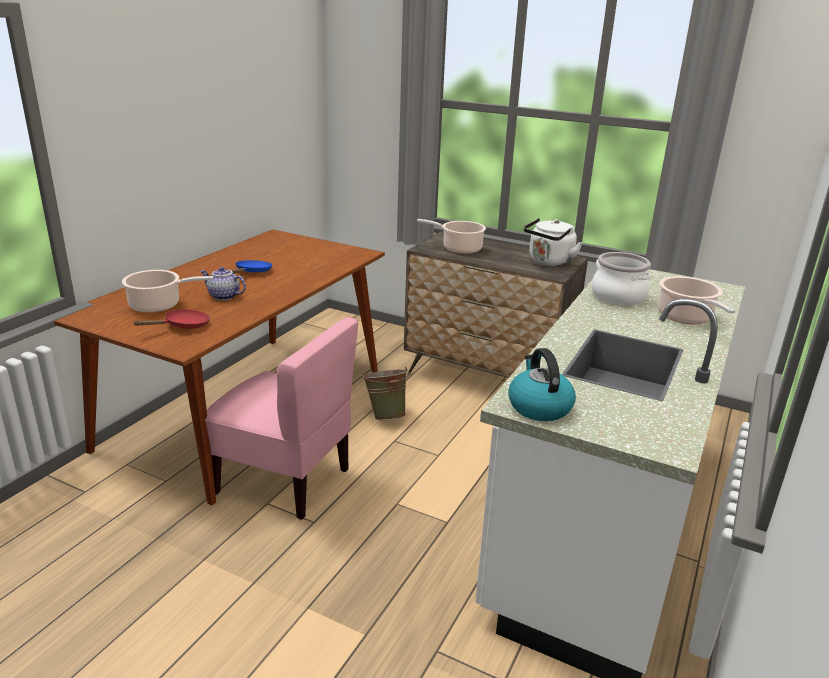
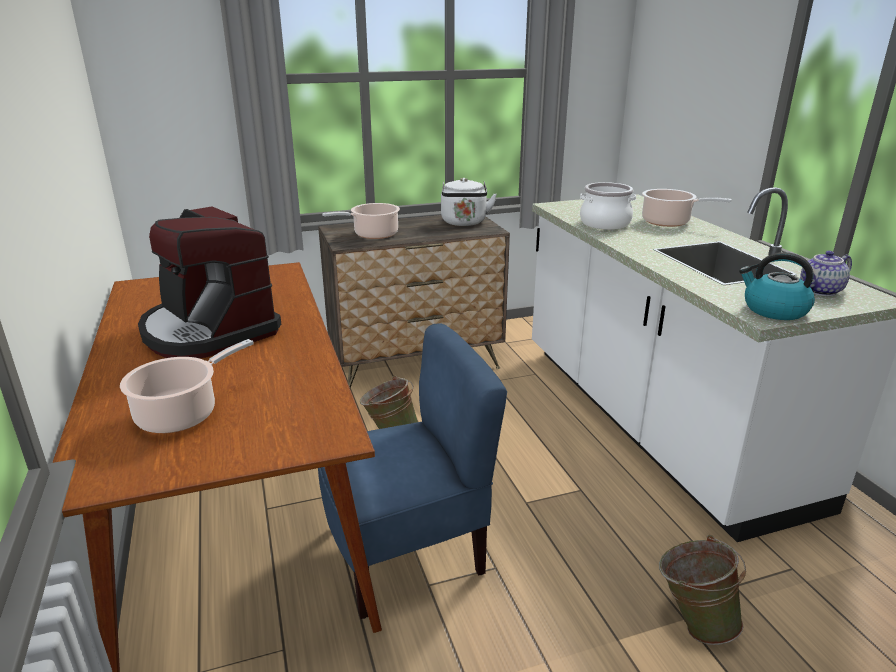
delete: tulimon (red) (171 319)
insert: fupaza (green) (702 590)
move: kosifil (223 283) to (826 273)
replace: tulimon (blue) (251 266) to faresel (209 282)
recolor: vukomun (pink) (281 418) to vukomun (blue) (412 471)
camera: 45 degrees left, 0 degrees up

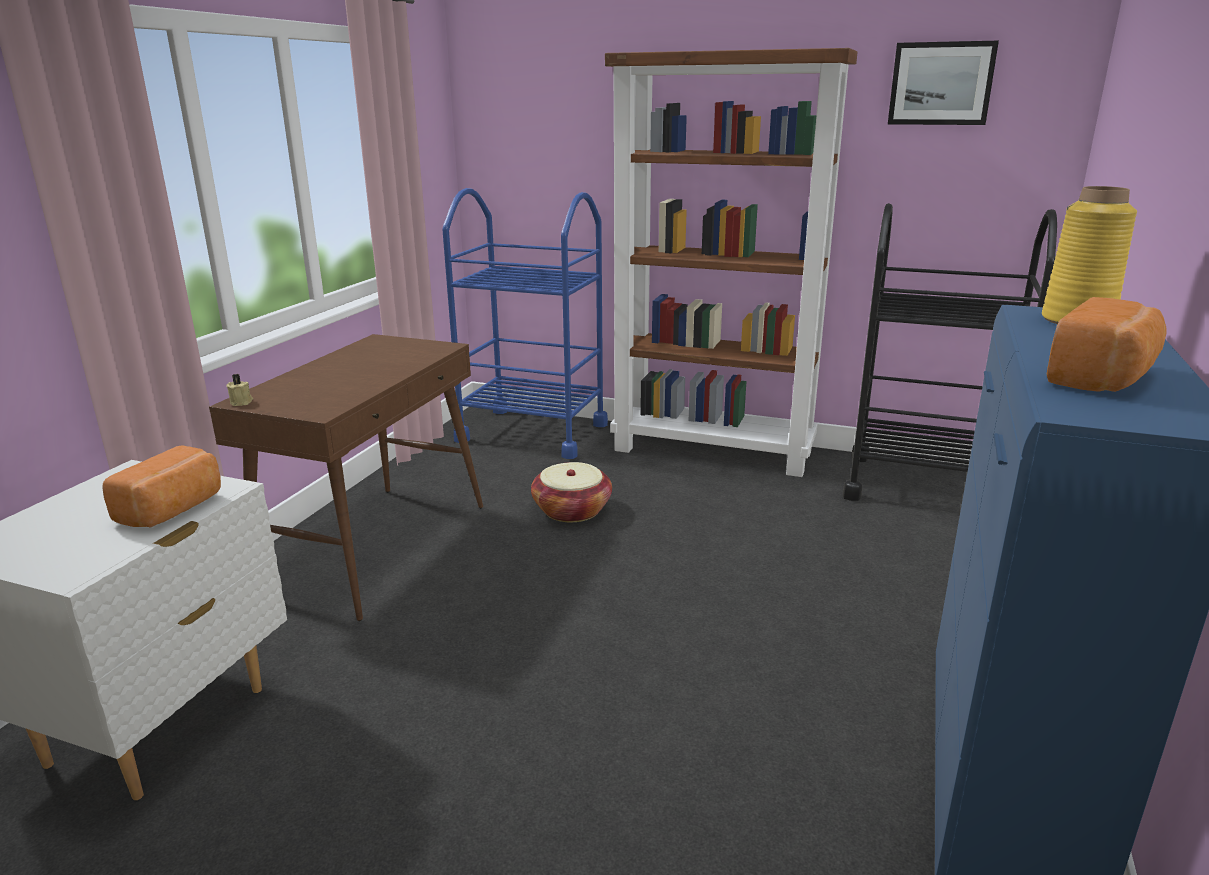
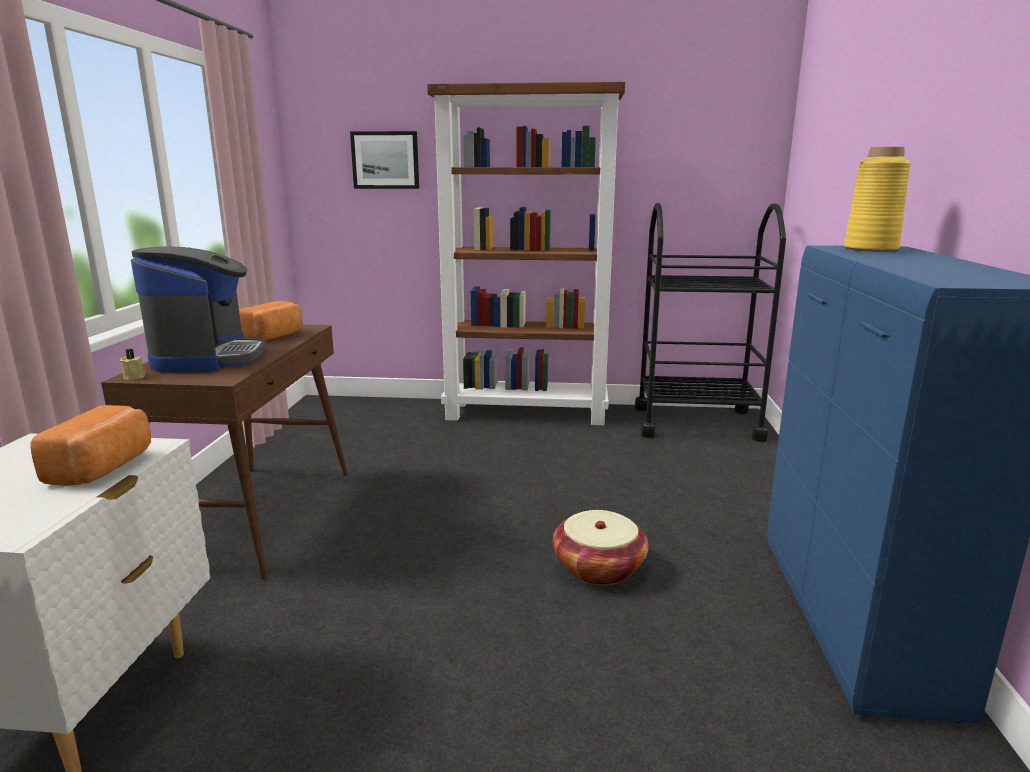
delete: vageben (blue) (525 323)
insert: faresel (198 310)
move: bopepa (943 83) to (384 160); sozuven (1106 344) to (271 320); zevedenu (571 492) to (601 547)
camera: 15 degrees left, 5 degrees down

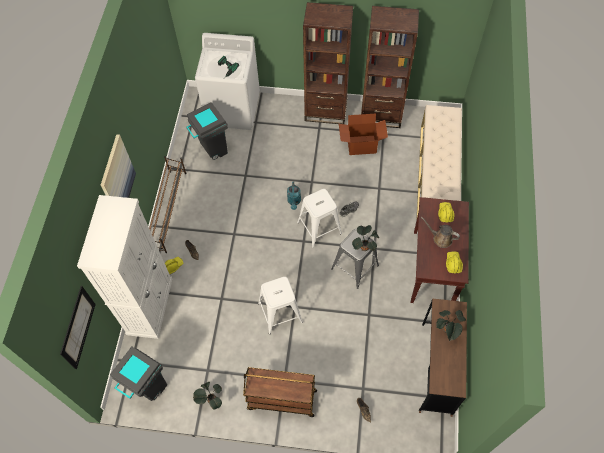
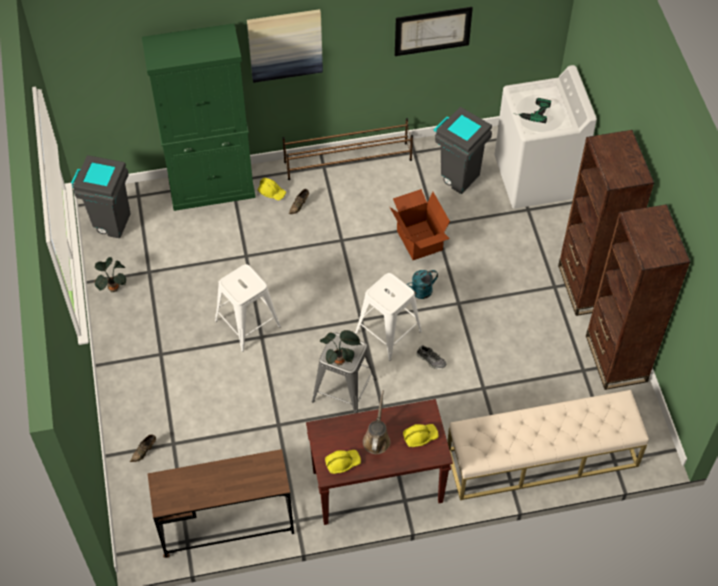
delete: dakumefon (451 325); vageben (brown) (280 392)
move: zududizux (363 134) to (420 224); bopepa (78 327) to (434 31)
recolor: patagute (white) (124 267) to patagute (green) (199 117)
camera: 70 degrees right, 5 degrees down

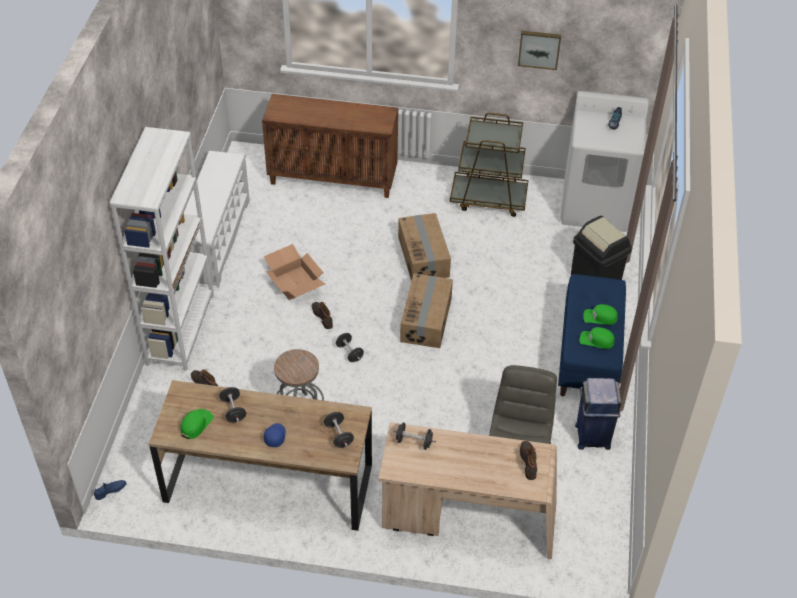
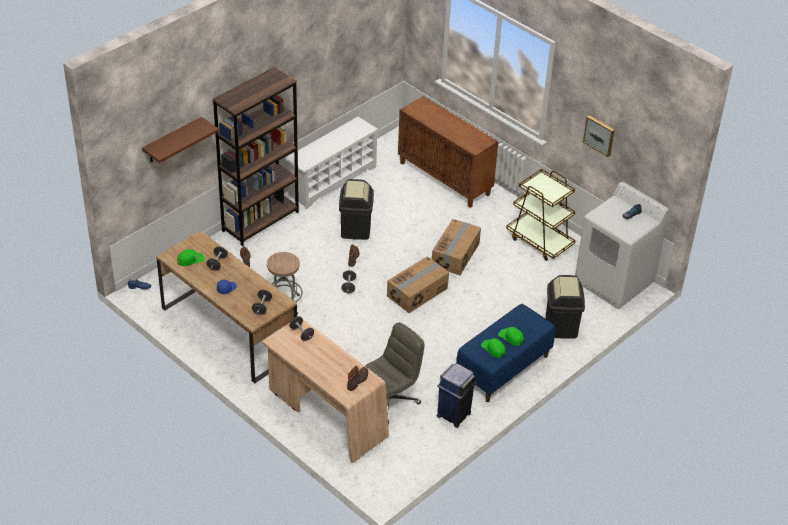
insert: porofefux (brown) (180 140)
replace: zududizux (294 272) to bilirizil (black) (356 209)
recolor: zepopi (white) (161 249) to zepopi (brown) (256 156)
camera: 35 degrees right, 5 degrees down

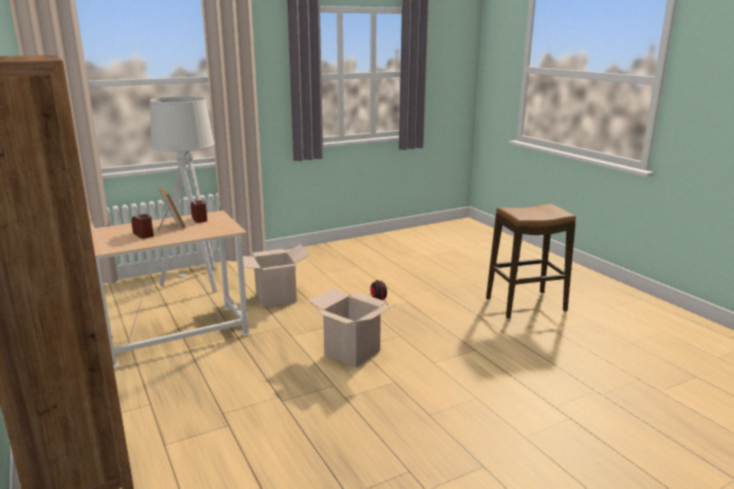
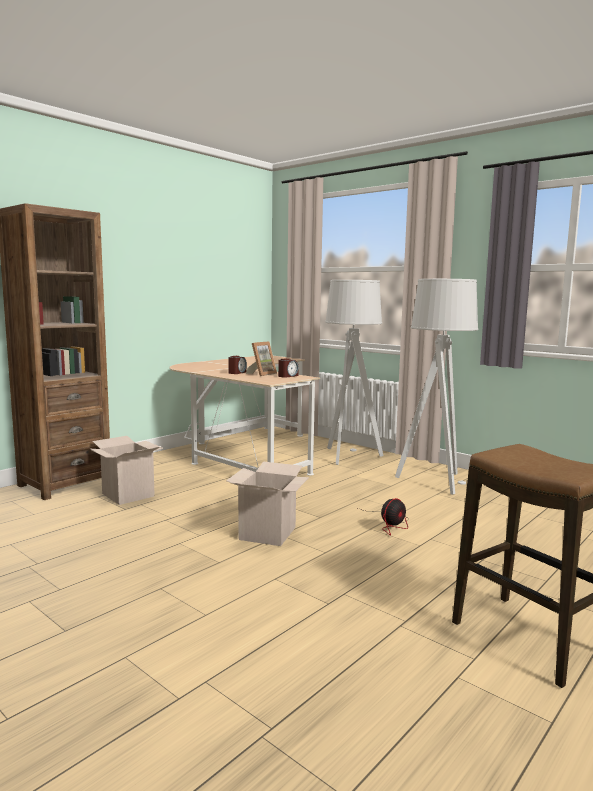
insert: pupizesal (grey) (436 387)
move: zududizux (276 275) to (126 470)
camera: 70 degrees right, 10 degrees down

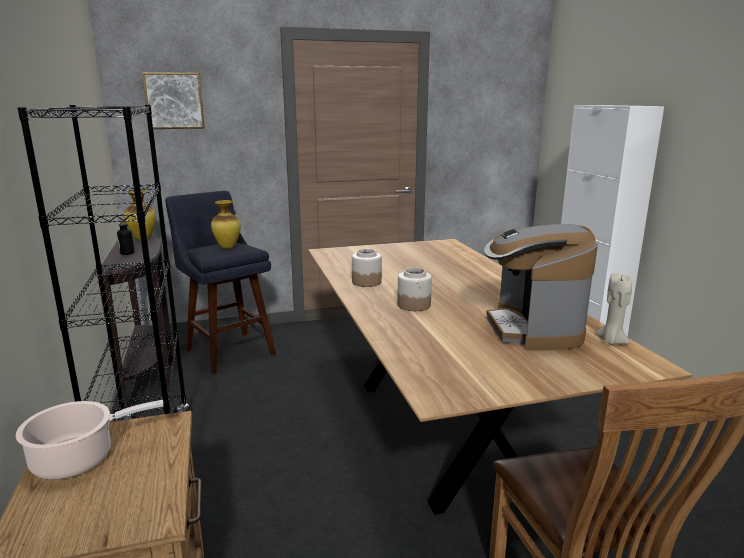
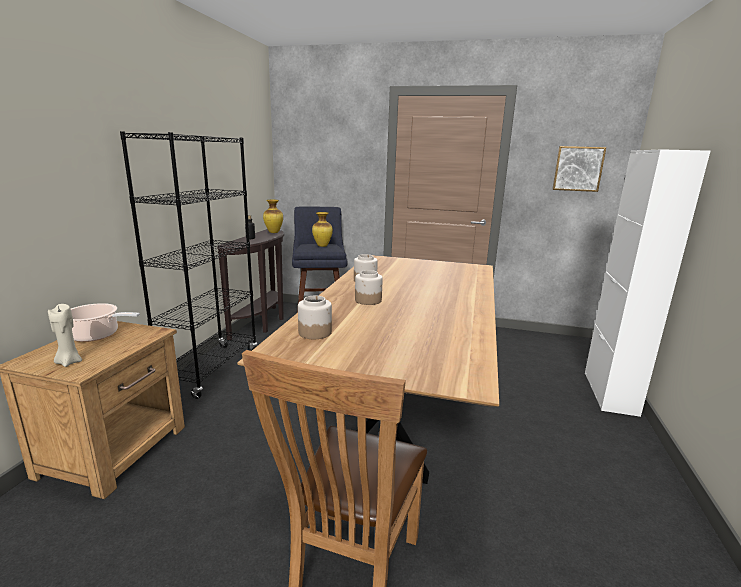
delete: faresel (541 287)
insert: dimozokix (315 317)
move: bopepa (173 100) to (579 169); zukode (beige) (614 309) to (65 335)
camera: 30 degrees right, 0 degrees up

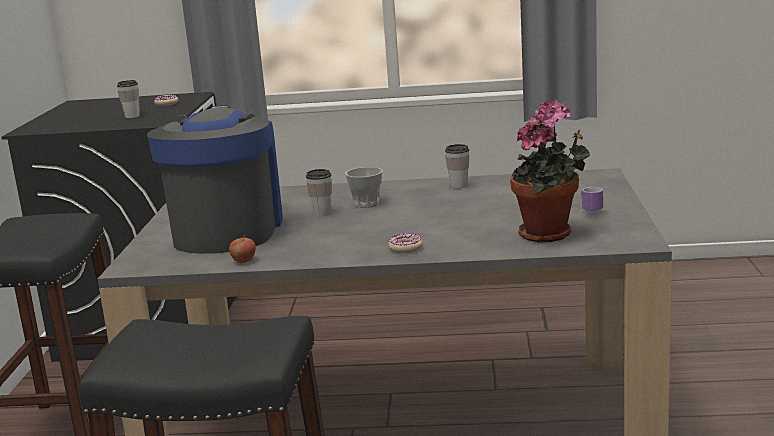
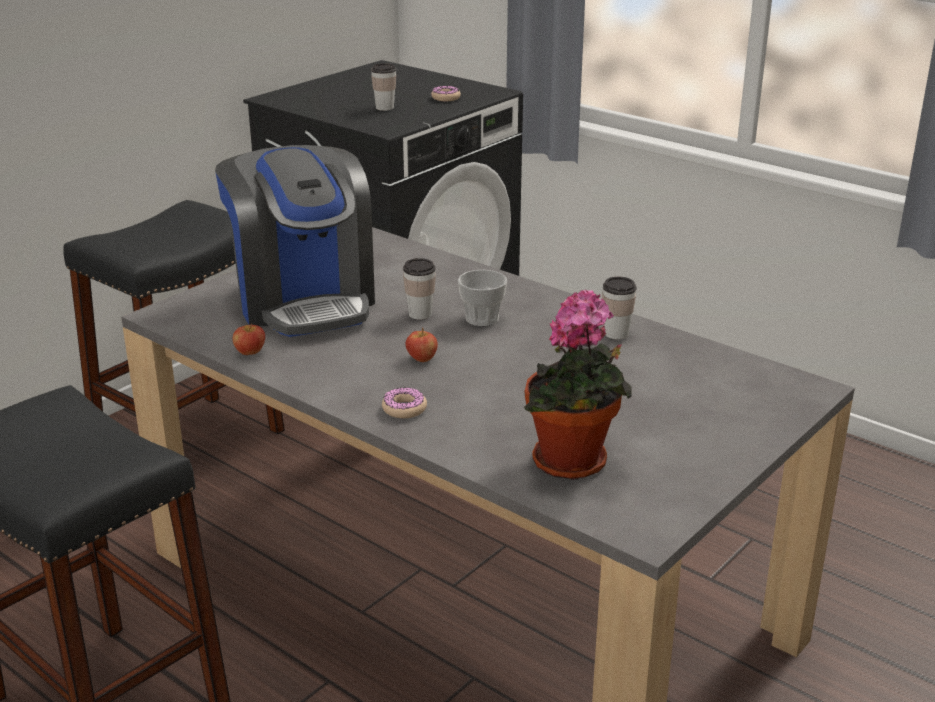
delete: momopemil (587 200)
insert: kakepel (422 345)
rotate: faresel (215 179) = (295 241) 120 degrees clockwise
camera: 35 degrees right, 10 degrees up

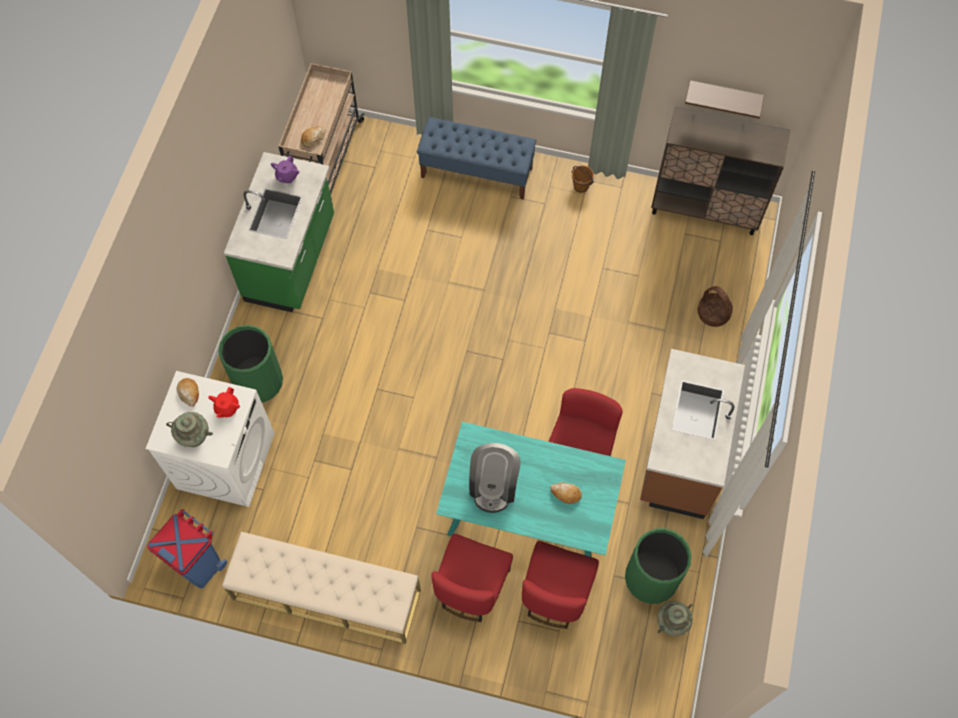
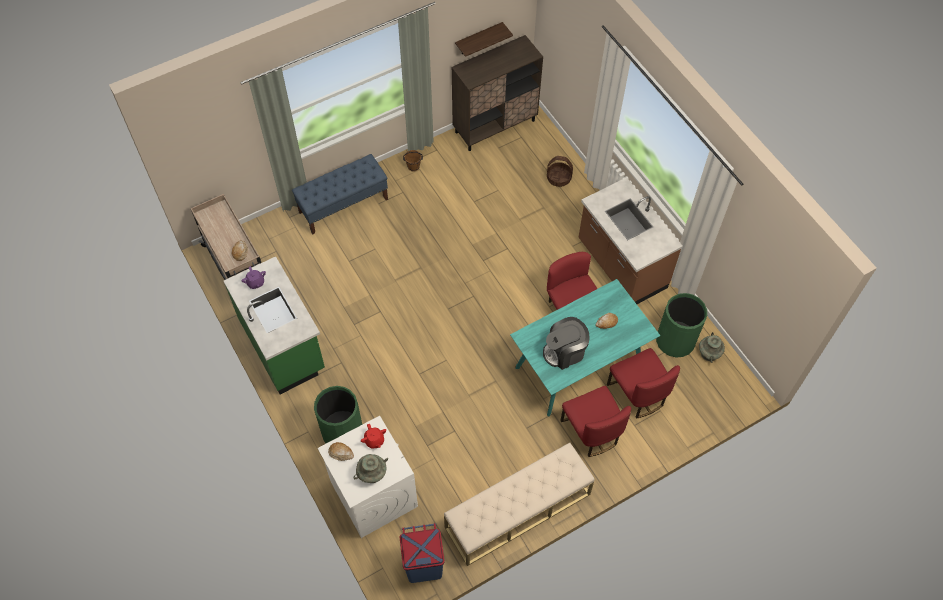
rotate: faresel (495 478) = (566 343) 105 degrees clockwise
camera: 45 degrees left, 5 degrees down

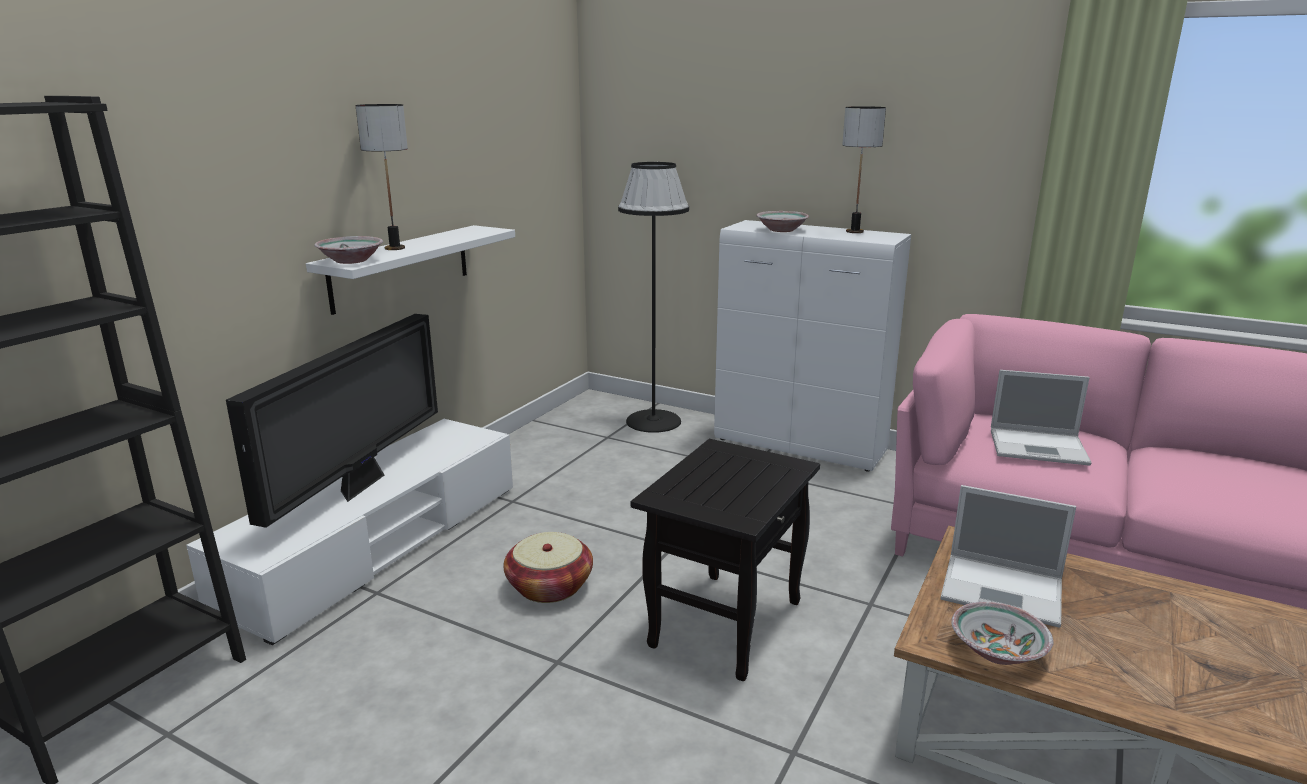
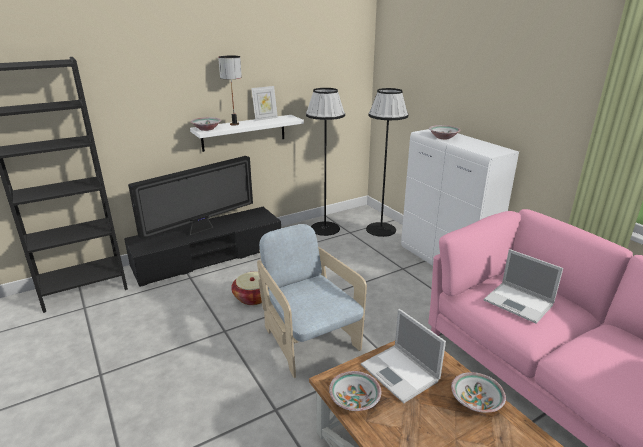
delete: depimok (864 169)
insert: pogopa (264 103); pupizesal (black) (325 162); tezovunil (478 392)
replace: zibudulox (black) (725 560) to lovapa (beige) (312 301)
recolor: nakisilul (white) (349 532) to nakisilul (black) (202 247)
camera: 30 degrees right, 5 degrees up

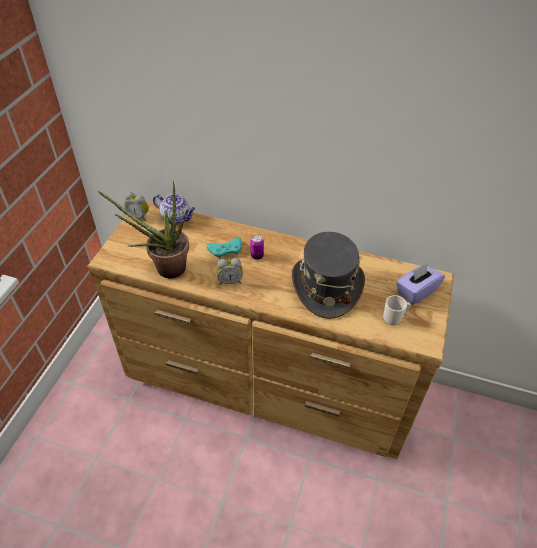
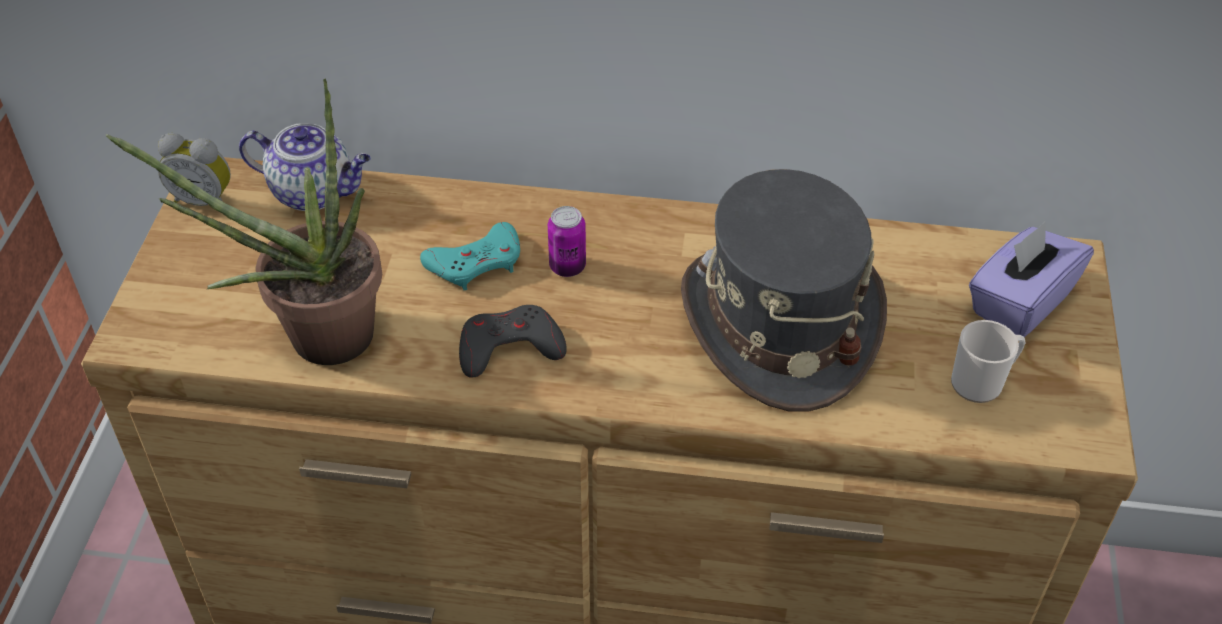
replace: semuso (230 271) to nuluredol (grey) (513 341)
camera: 10 degrees left, 0 degrees up

